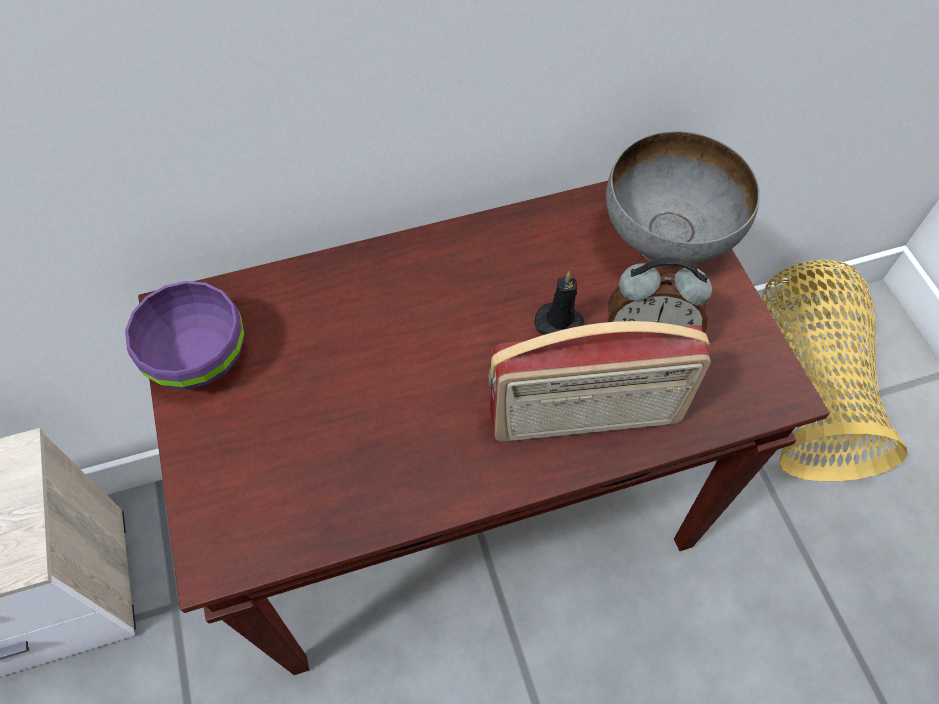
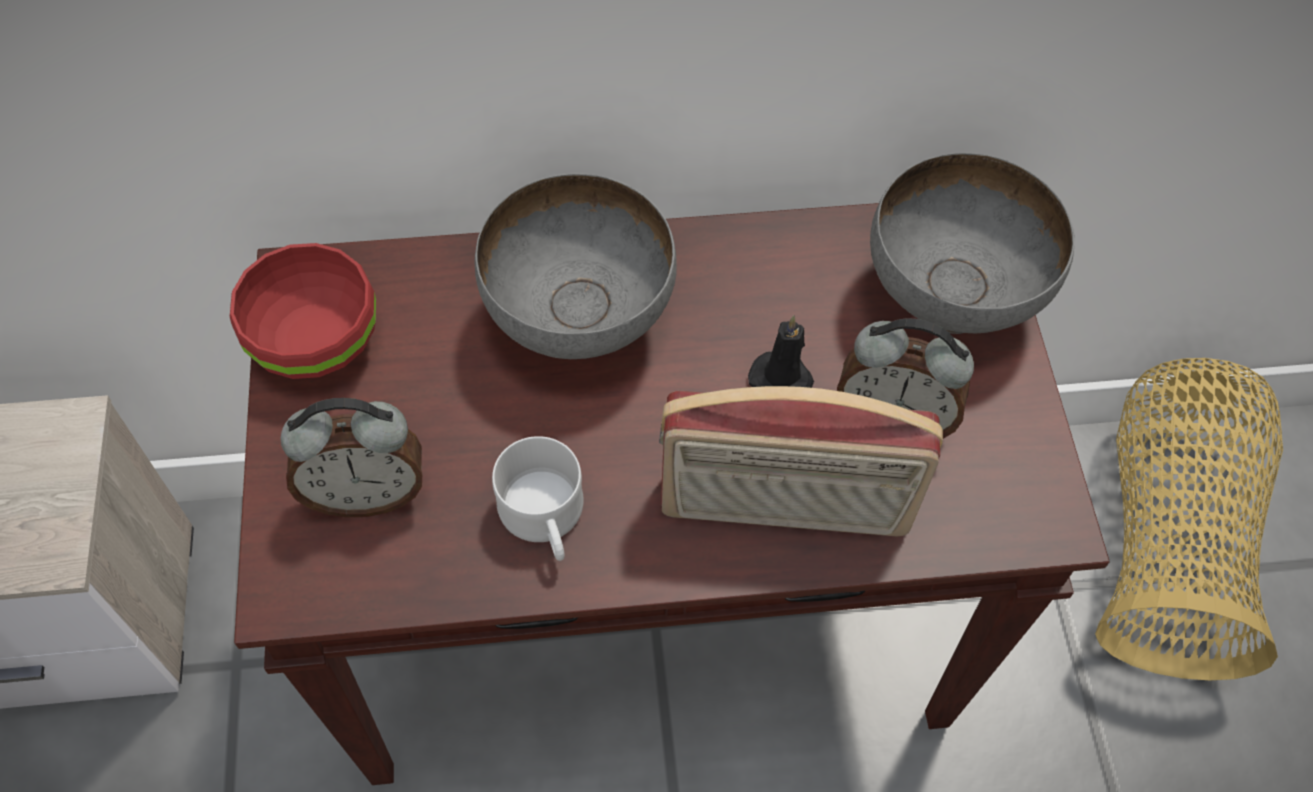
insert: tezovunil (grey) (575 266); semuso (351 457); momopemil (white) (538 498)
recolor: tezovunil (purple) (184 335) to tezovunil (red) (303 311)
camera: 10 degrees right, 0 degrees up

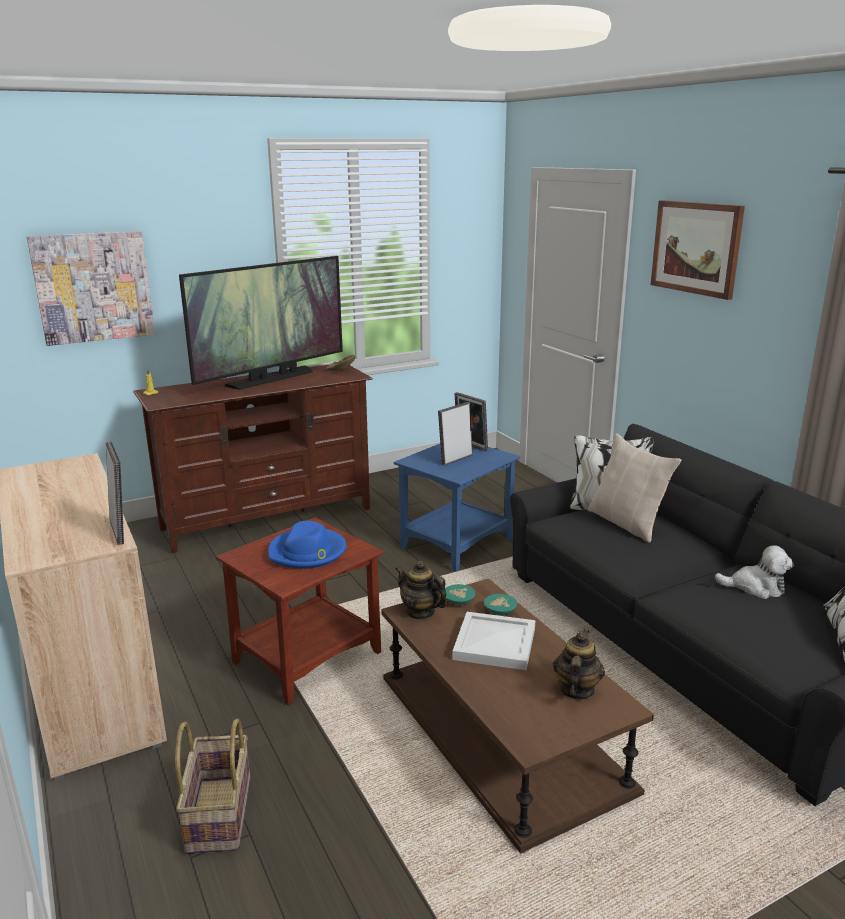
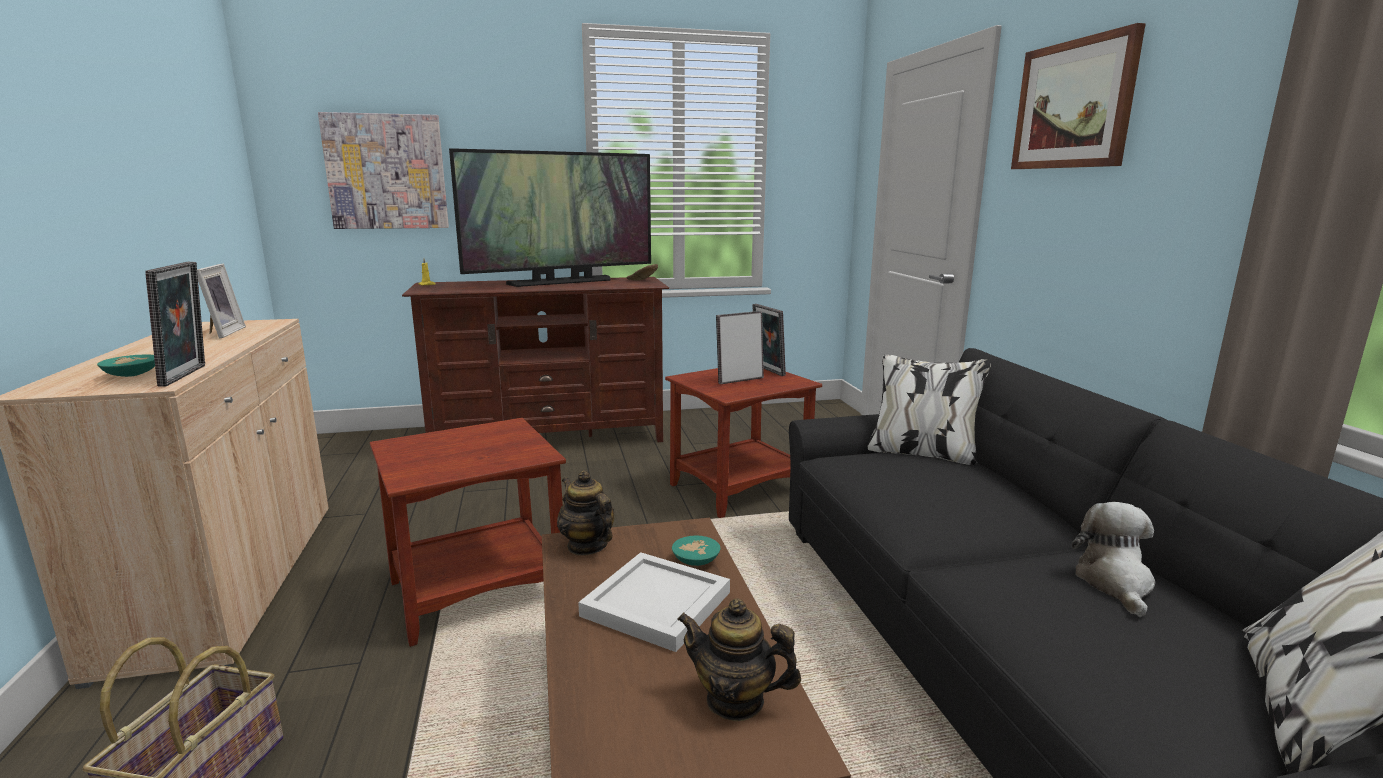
delete: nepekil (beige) (634 488); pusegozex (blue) (307 545)
insert: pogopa (221 301)
move: tezovunil (turquoise) (460 594) to (126 365)
recolor: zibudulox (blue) (457 508) to zibudulox (brown) (743 443)
rotate: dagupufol (754 572) = (1113 559) 105 degrees counterclockwise; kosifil (579 664) = (739 659) 105 degrees counterclockwise
camera: 15 degrees right, 5 degrees down

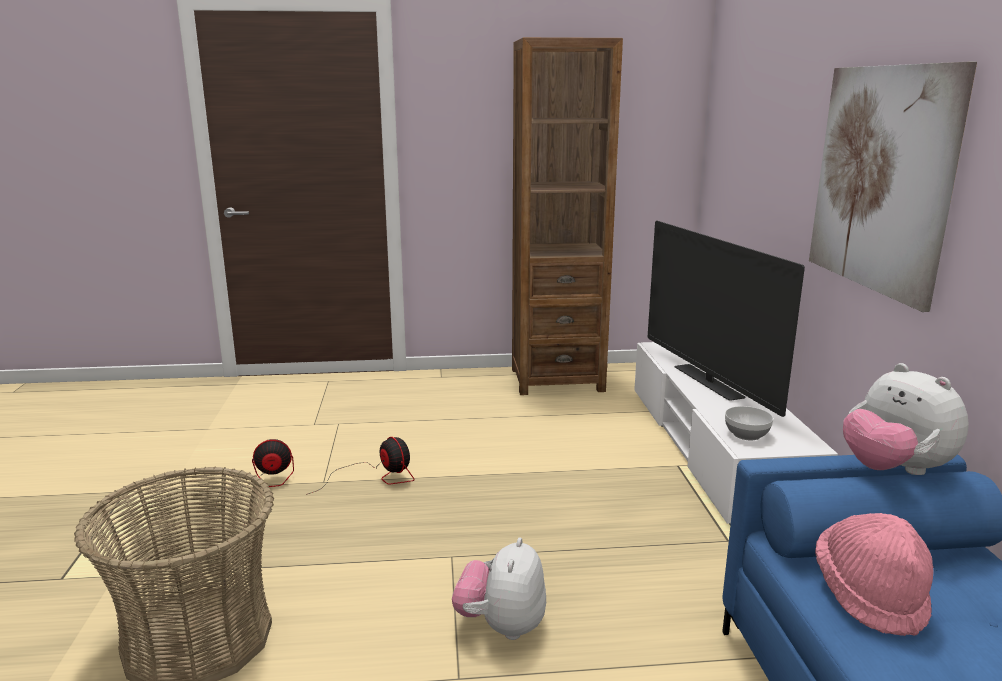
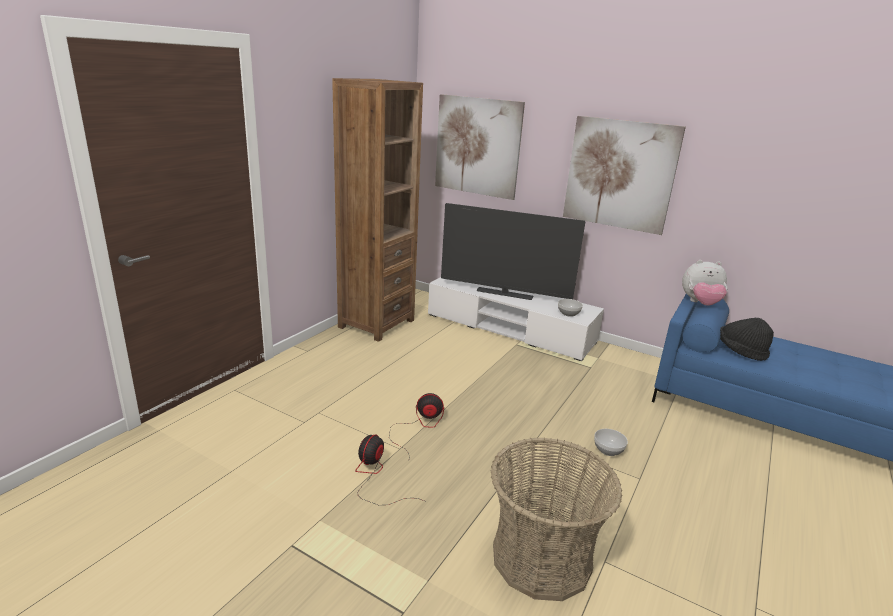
insert: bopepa (480 147)
replace: dagupufol (499 588) to tezovunil (611 442)
recolor: pusegozex (pink) (874 574) to pusegozex (black) (747 339)
camera: 55 degrees left, 5 degrees up

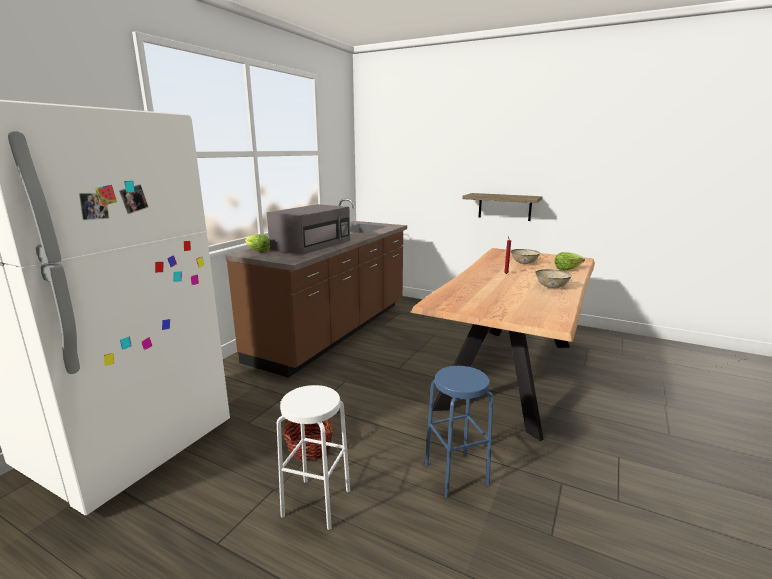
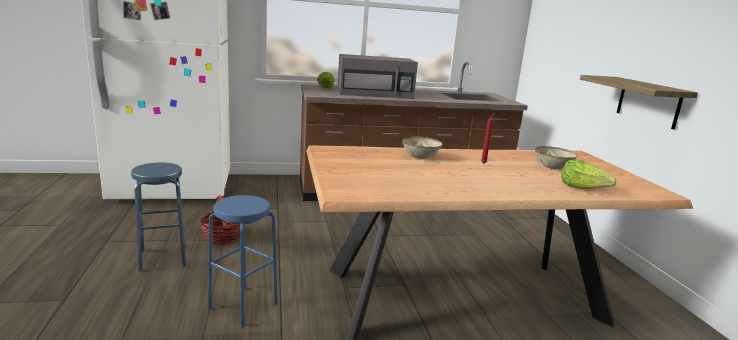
move: tezovunil (553 278) to (422 147)
recolor: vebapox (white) (313 457) to vebapox (blue) (158 217)
camera: 50 degrees right, 0 degrees up

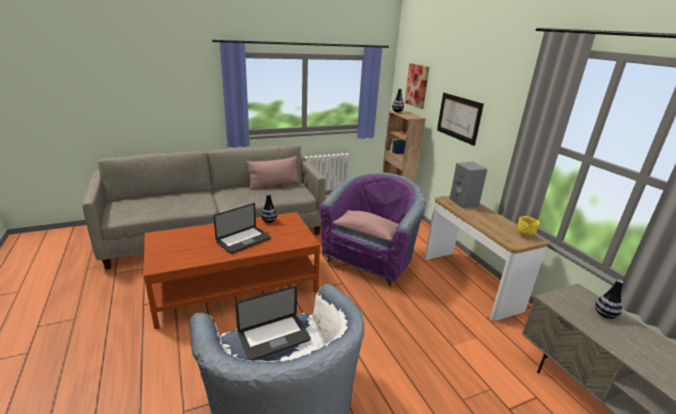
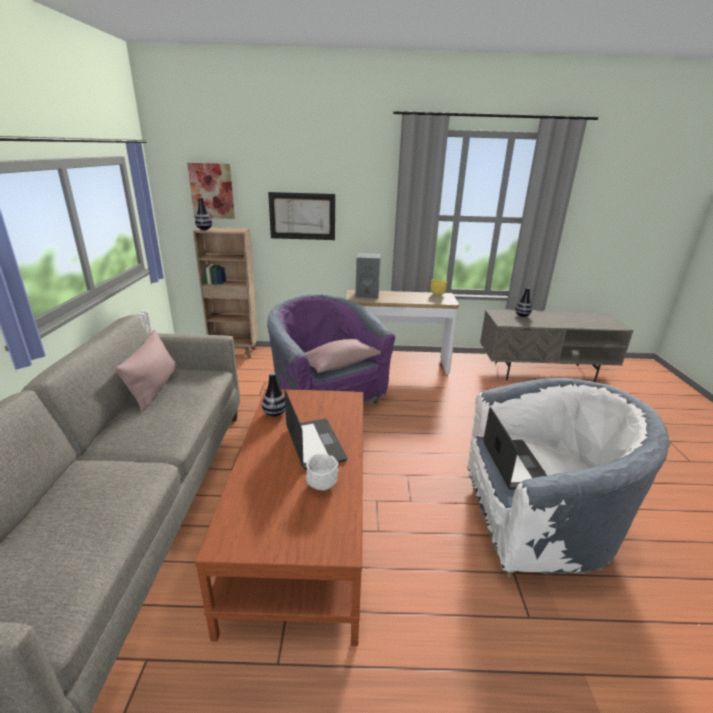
insert: tezovunil (white) (322 472)
camera: 65 degrees left, 0 degrees up

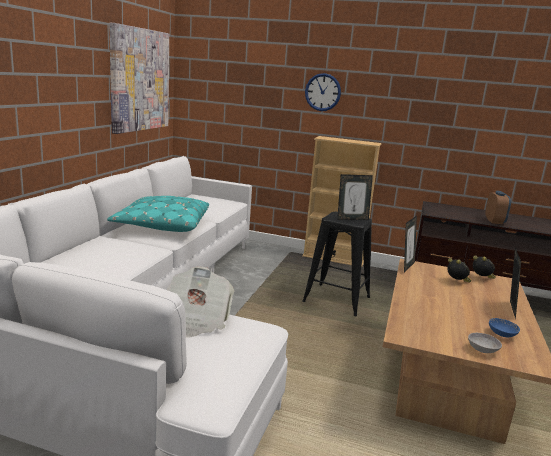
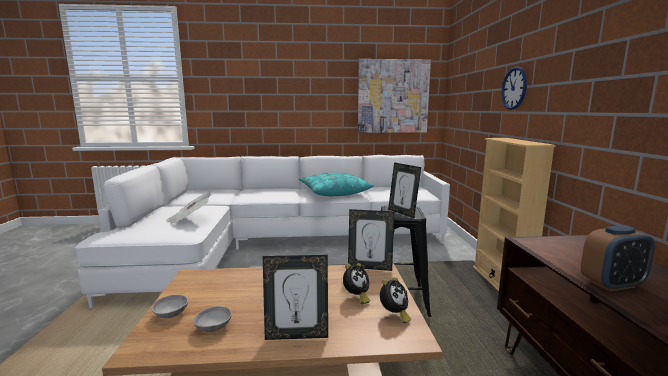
recolor: tezovunil (blue) (504 327) to tezovunil (grey) (212 319)
camera: 70 degrees right, 5 degrees down

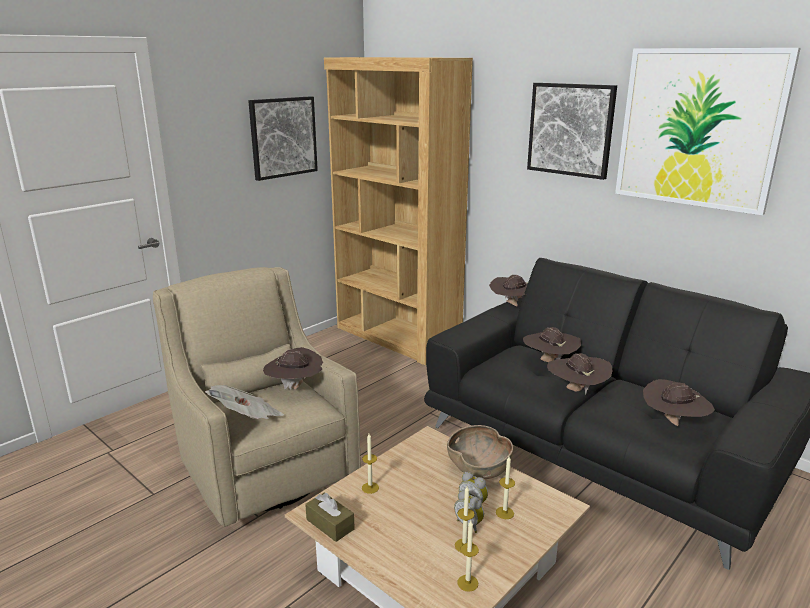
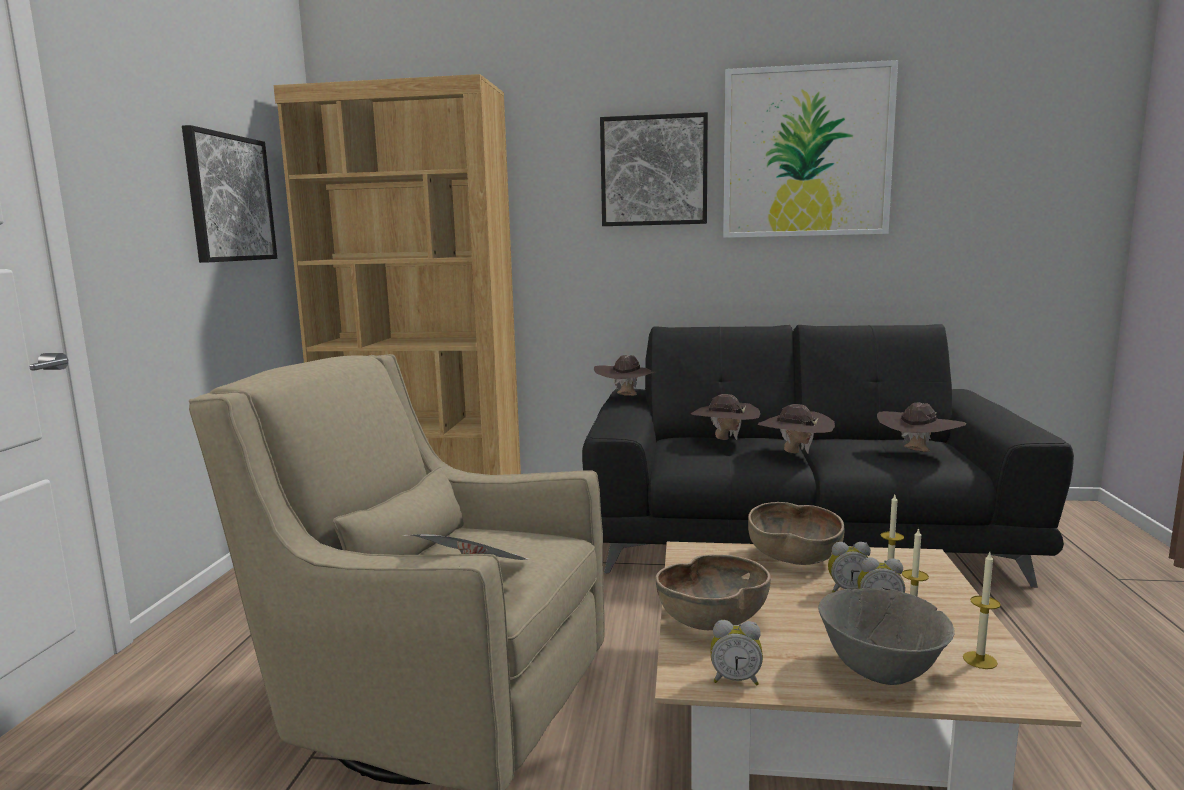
delete: pusegozex (brown) (293 368)
insert: tezovunil (grey) (886 636)
replace: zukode (370 464) to tezovunil (brown) (713 592); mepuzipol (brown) (330 517) to semuso (737 652)
camera: 35 degrees left, 10 degrees down

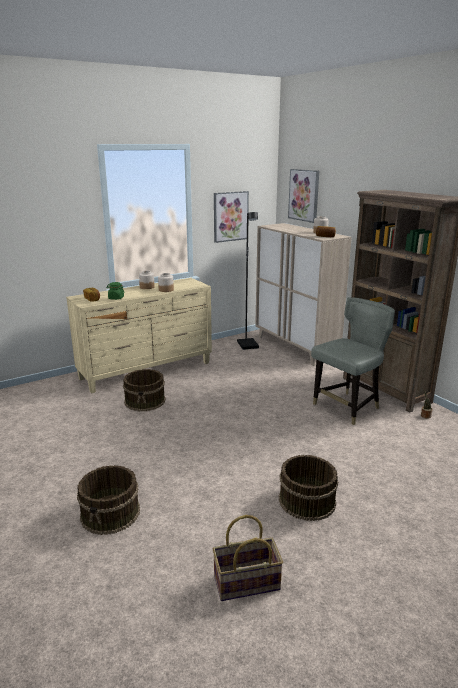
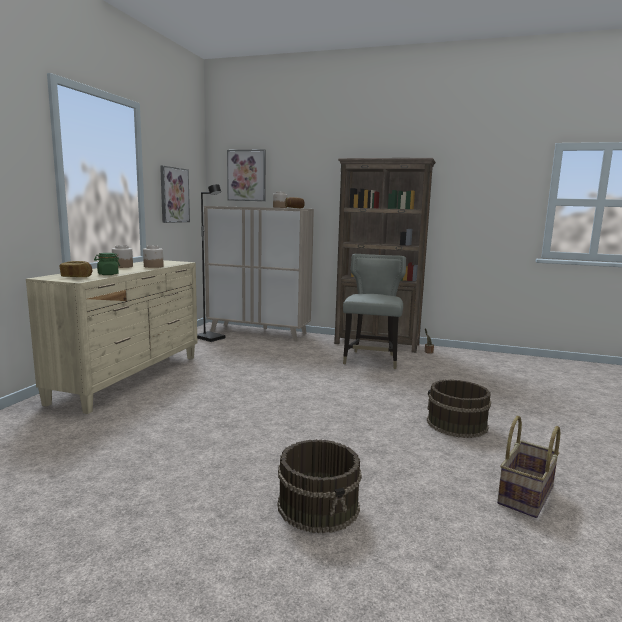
delete: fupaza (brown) (144 390)
camera: 40 degrees left, 10 degrees down

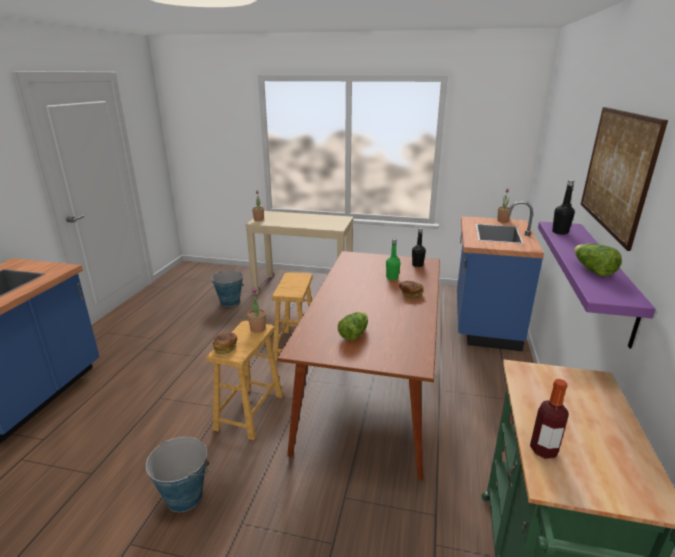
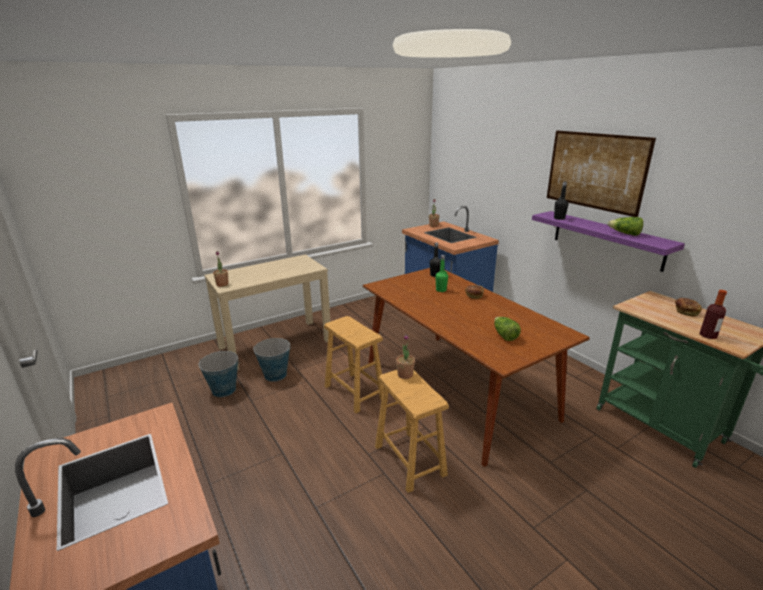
move: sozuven (225 343) to (688 307); fupaza (178 474) to (272 360)
camera: 45 degrees left, 0 degrees up

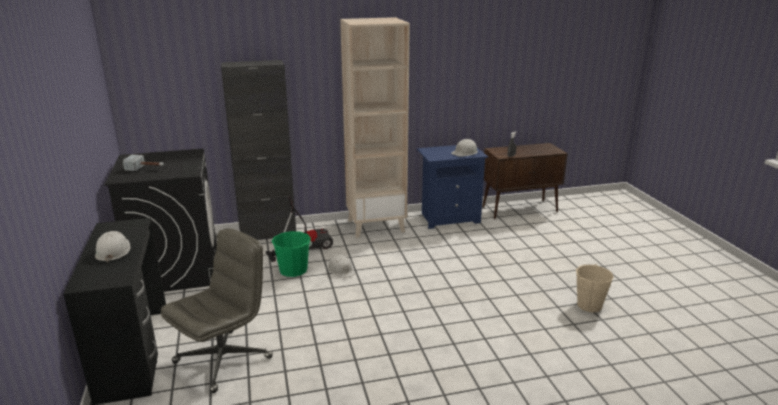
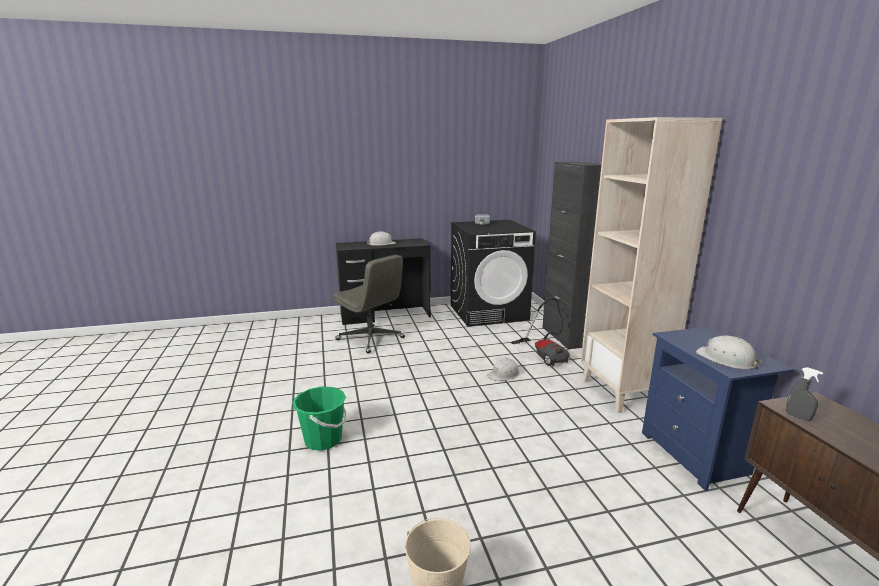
move: fupaza (green) (291 254) to (319 418)
camera: 90 degrees right, 5 degrees down

